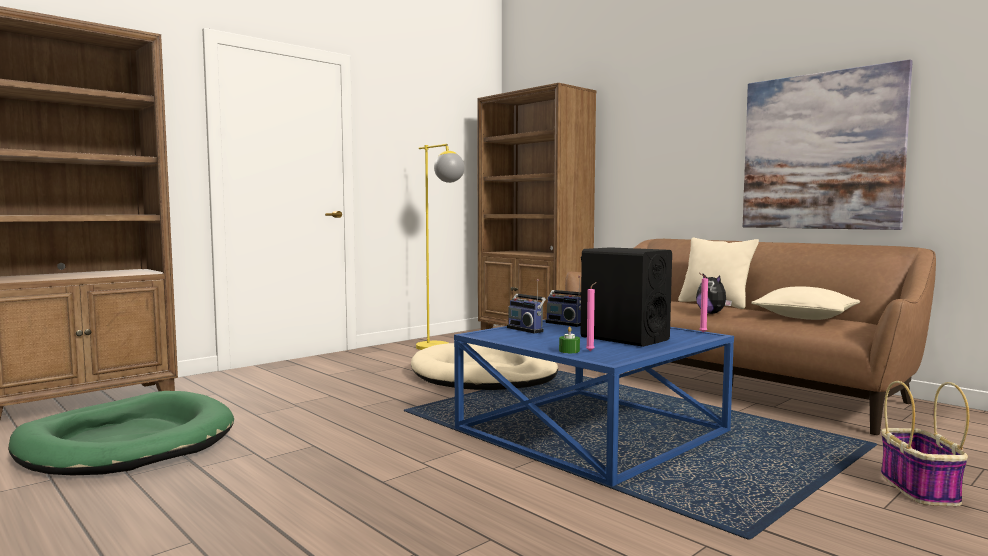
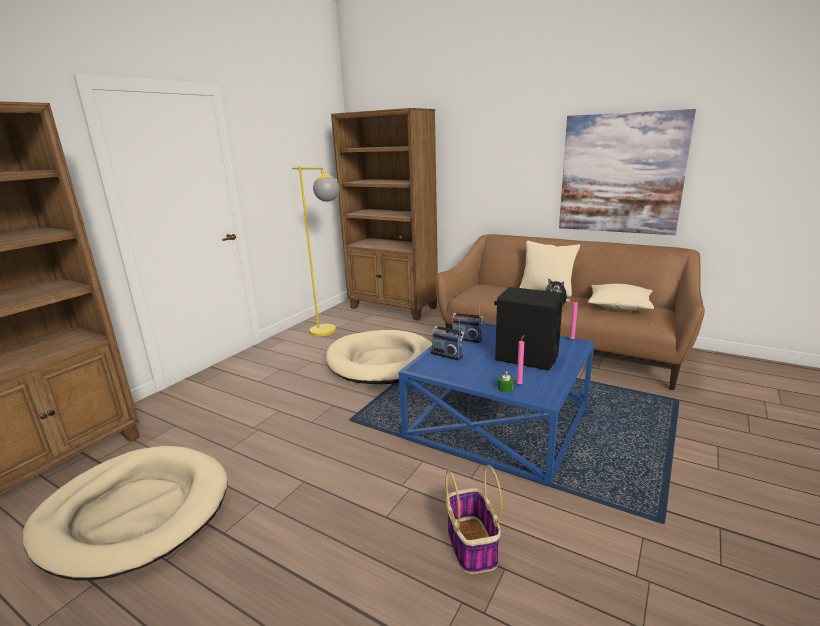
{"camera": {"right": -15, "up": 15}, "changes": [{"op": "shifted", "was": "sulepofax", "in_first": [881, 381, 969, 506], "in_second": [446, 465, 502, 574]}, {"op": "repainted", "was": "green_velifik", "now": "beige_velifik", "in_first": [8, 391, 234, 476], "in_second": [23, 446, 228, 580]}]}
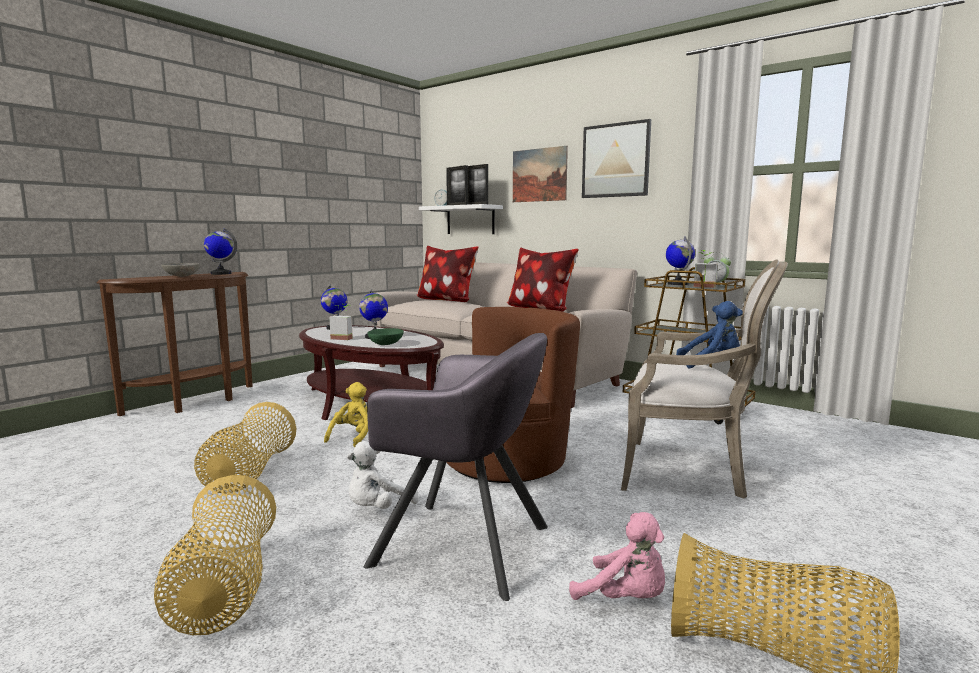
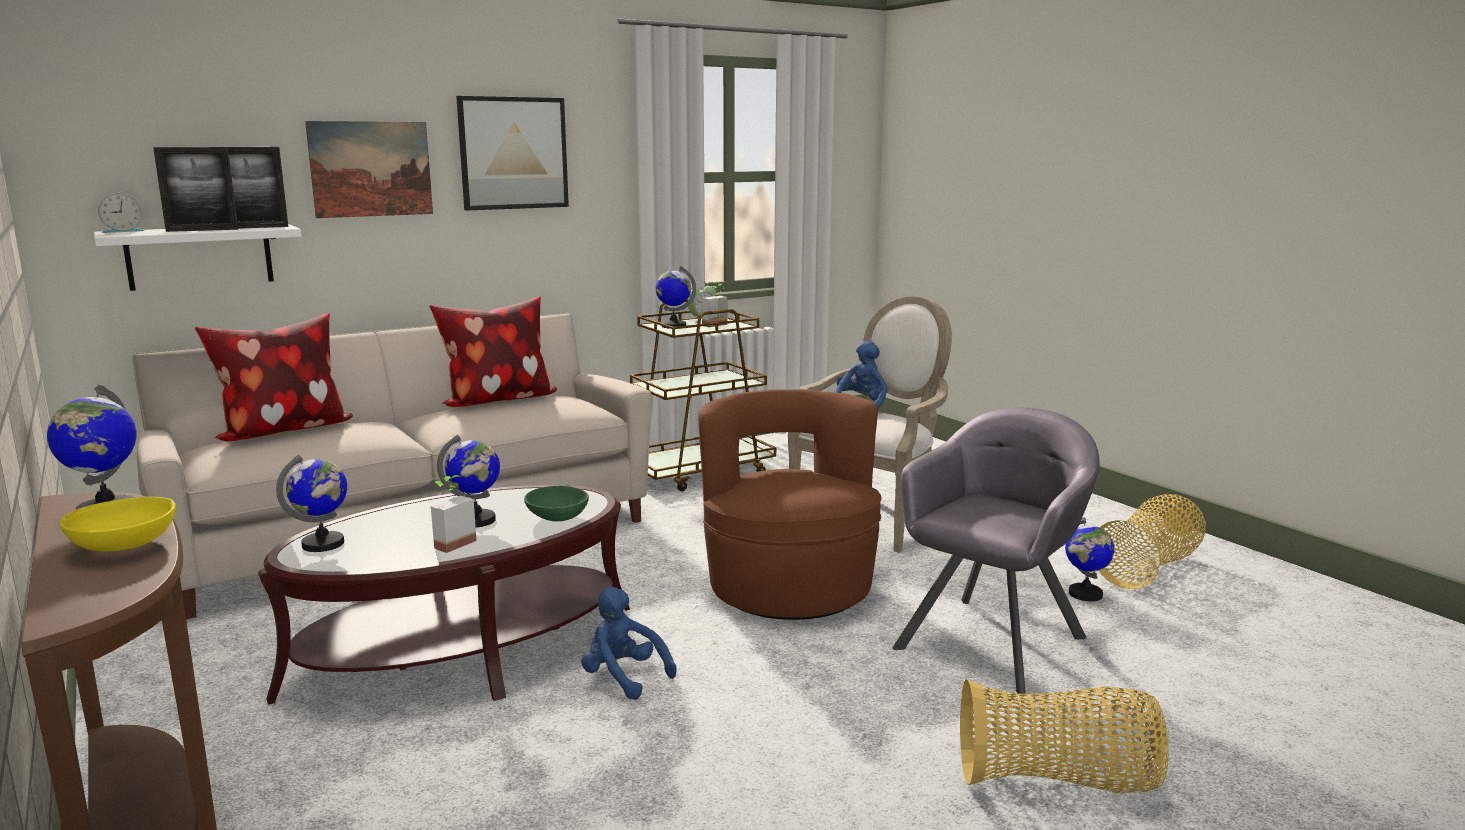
{"camera": {"right": -70, "up": 5}, "changes": [{"op": "repainted", "was": "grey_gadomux", "now": "yellow_gadomux", "in_first": [161, 263, 200, 277], "in_second": [59, 497, 176, 552]}, {"op": "repainted", "was": "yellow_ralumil", "now": "blue_ralumil", "in_first": [324, 382, 368, 448], "in_second": [581, 587, 677, 700]}, {"op": "gone", "was": "sulepofax", "in_first": [194, 402, 296, 494]}, {"op": "gone", "was": "white_ralumil", "in_first": [347, 441, 419, 509]}, {"op": "swapped", "was": "pink_ralumil", "now": "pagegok", "in_first": [569, 512, 665, 600], "in_second": [1065, 518, 1114, 601]}]}
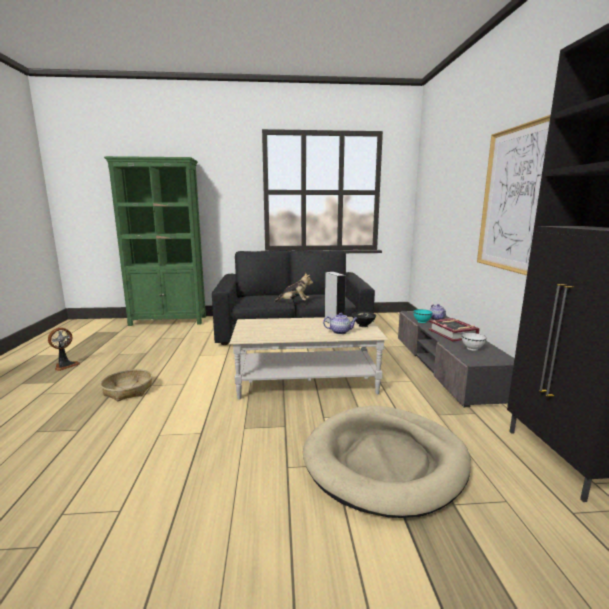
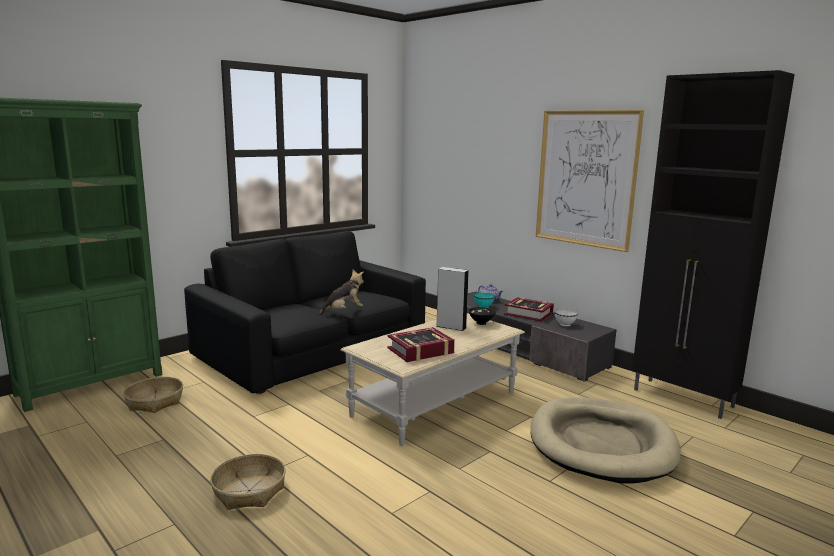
{"camera": {"right": -40, "up": 0}, "changes": [{"op": "gone", "was": "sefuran", "in_first": [323, 313, 357, 334]}, {"op": "gone", "was": "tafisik", "in_first": [48, 328, 80, 371]}, {"op": "new", "now": "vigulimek", "in_second": [387, 327, 455, 362]}, {"op": "new", "now": "sulepofax", "in_second": [123, 377, 183, 413]}]}
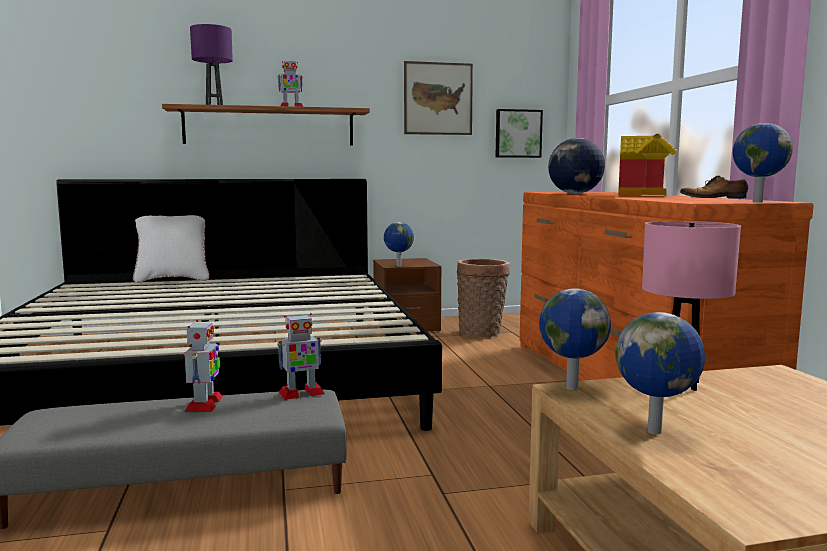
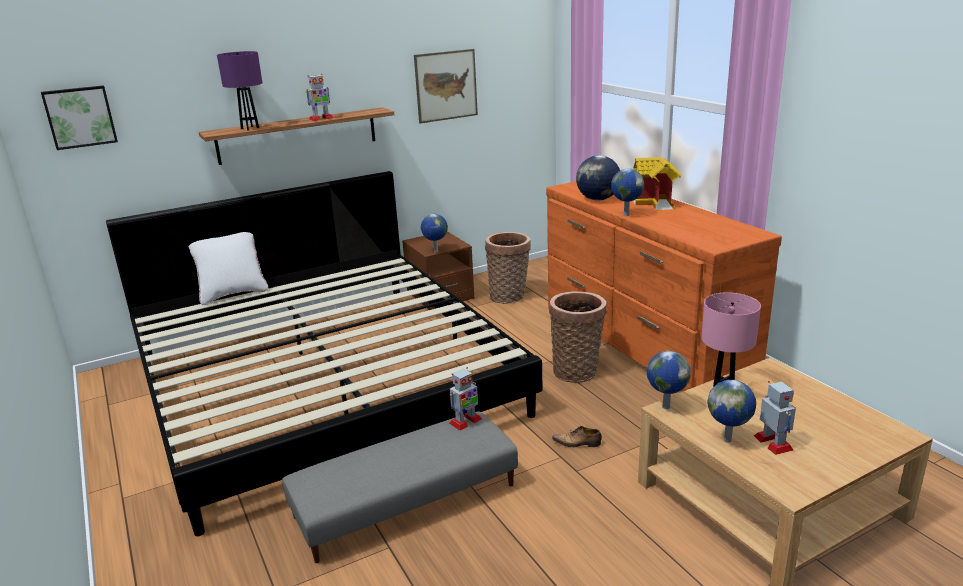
{"camera": {"right": -15, "up": 15}, "changes": [{"op": "shifted", "was": "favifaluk", "in_first": [496, 109, 543, 158], "in_second": [41, 85, 118, 150]}, {"op": "shifted", "was": "pagegok", "in_first": [733, 123, 793, 202], "in_second": [611, 169, 644, 216]}, {"op": "shifted", "was": "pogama", "in_first": [680, 175, 748, 199], "in_second": [552, 426, 602, 447]}, {"op": "shifted", "was": "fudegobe", "in_first": [184, 320, 223, 412], "in_second": [754, 381, 796, 455]}, {"op": "new", "now": "sulepofax", "in_second": [549, 291, 606, 383]}]}
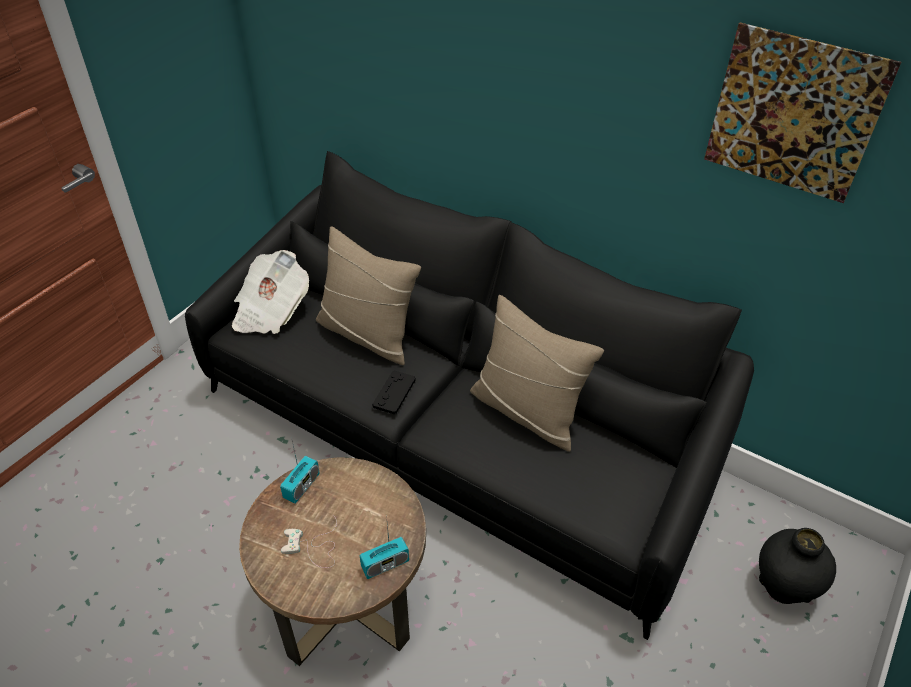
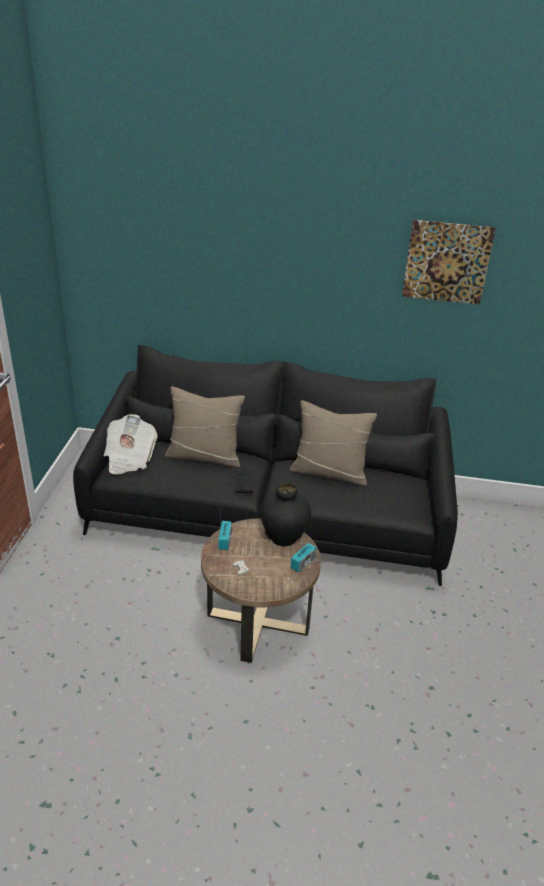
{"camera": {"right": -25, "up": -10}, "changes": [{"op": "shifted", "was": "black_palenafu", "in_first": [759, 528, 836, 604], "in_second": [261, 483, 311, 546]}]}
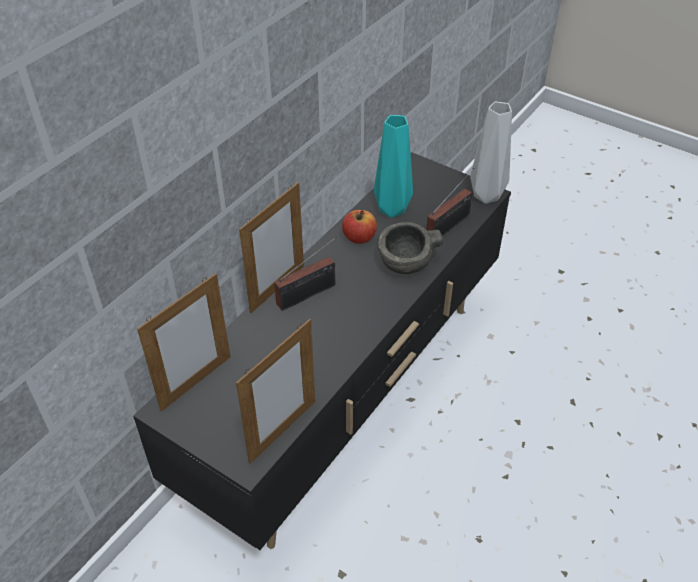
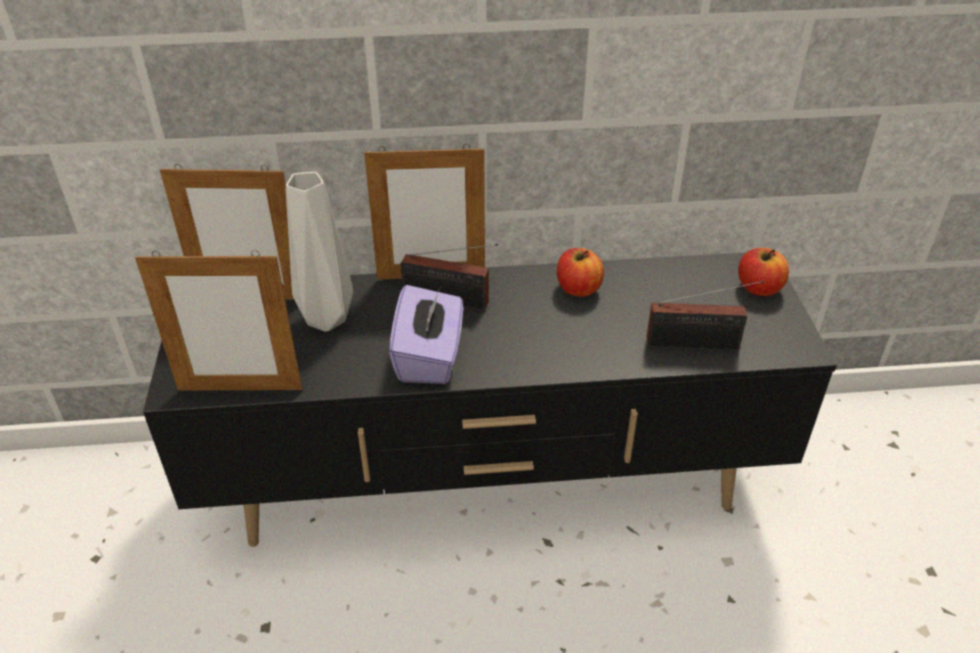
{"camera": {"right": 50, "up": -5}, "changes": [{"op": "shifted", "was": "grey_palenafu", "in_first": [470, 102, 512, 204], "in_second": [286, 172, 353, 332]}, {"op": "gone", "was": "turquoise_palenafu", "in_first": [374, 115, 413, 218]}, {"op": "gone", "was": "grey_gadomux", "in_first": [377, 222, 444, 274]}, {"op": "new", "now": "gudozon", "in_second": [738, 248, 789, 296]}, {"op": "new", "now": "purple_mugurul", "in_second": [389, 285, 463, 384]}]}
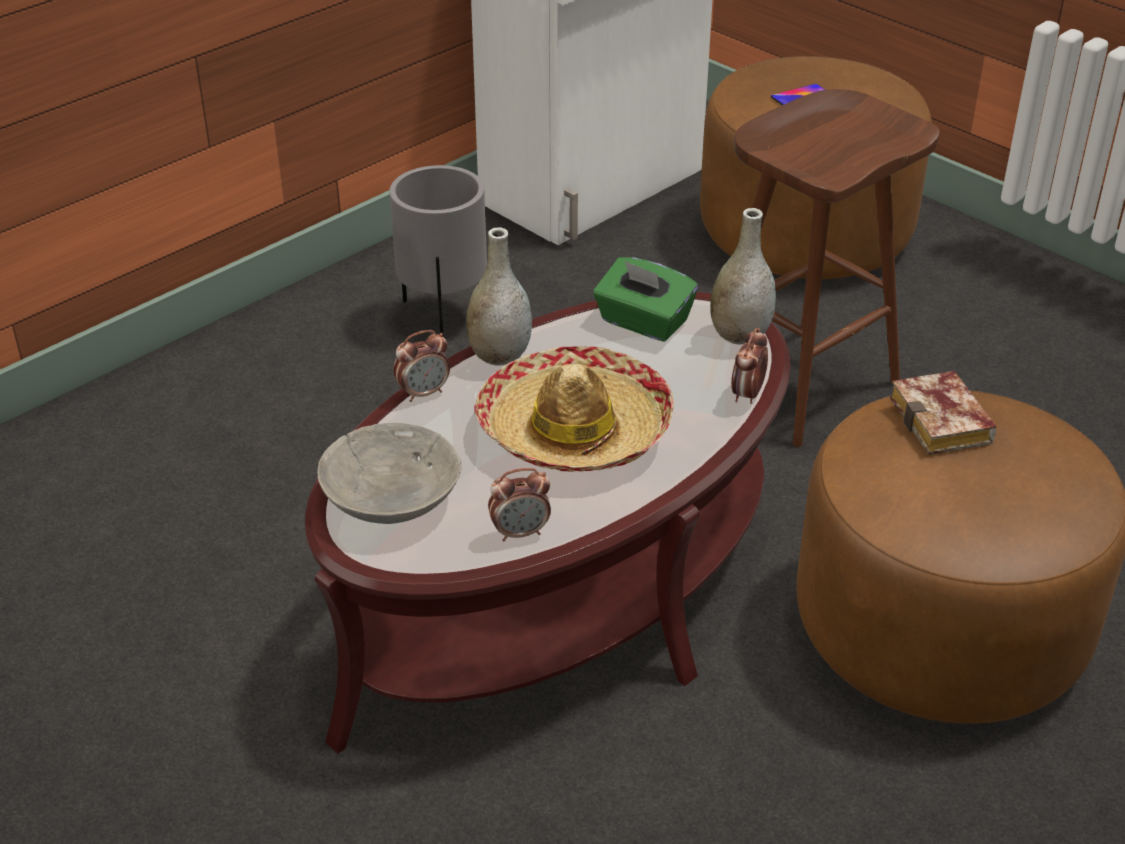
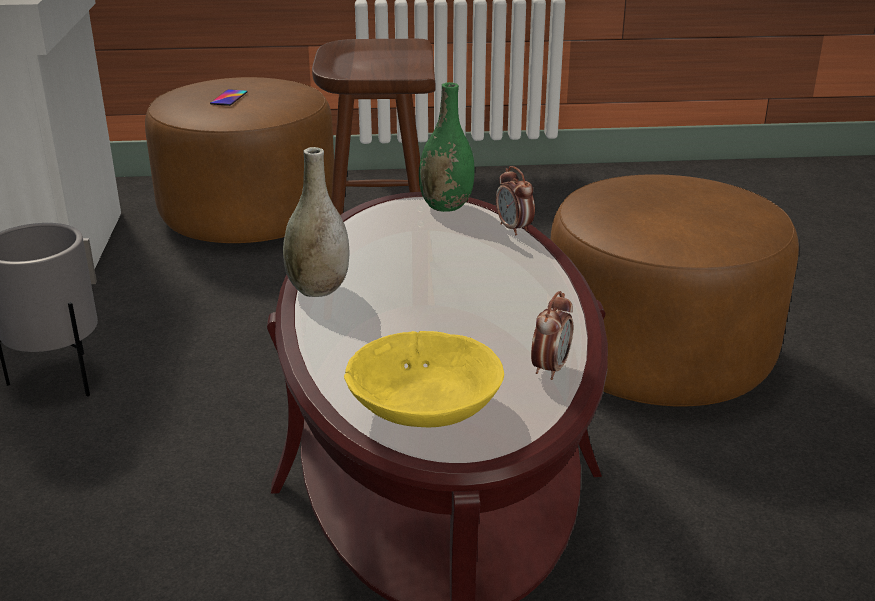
{"camera": {"right": -50, "up": -10}, "changes": [{"op": "repainted", "was": "grey_palenafu", "now": "green_palenafu", "in_first": [710, 208, 776, 345], "in_second": [419, 82, 475, 212]}, {"op": "gone", "was": "green_mugurul", "in_first": [593, 257, 698, 342]}, {"op": "gone", "was": "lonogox", "in_first": [393, 330, 450, 402]}, {"op": "gone", "was": "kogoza", "in_first": [474, 346, 674, 472]}, {"op": "gone", "was": "vigulimek", "in_first": [890, 371, 997, 455]}, {"op": "repainted", "was": "grey_gadomux", "now": "yellow_gadomux", "in_first": [318, 423, 461, 524], "in_second": [344, 331, 504, 427]}]}
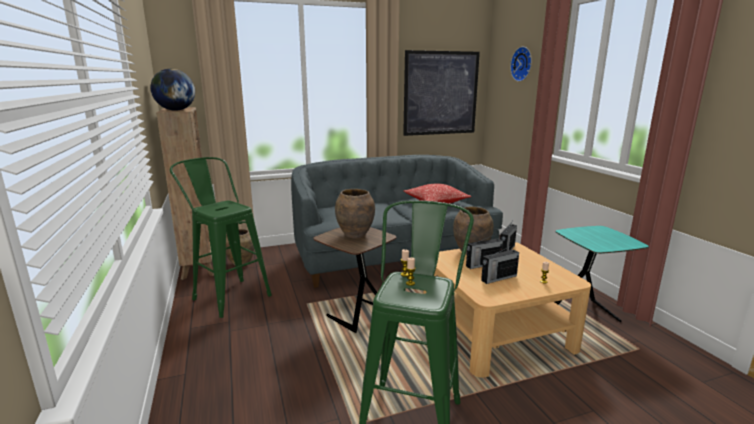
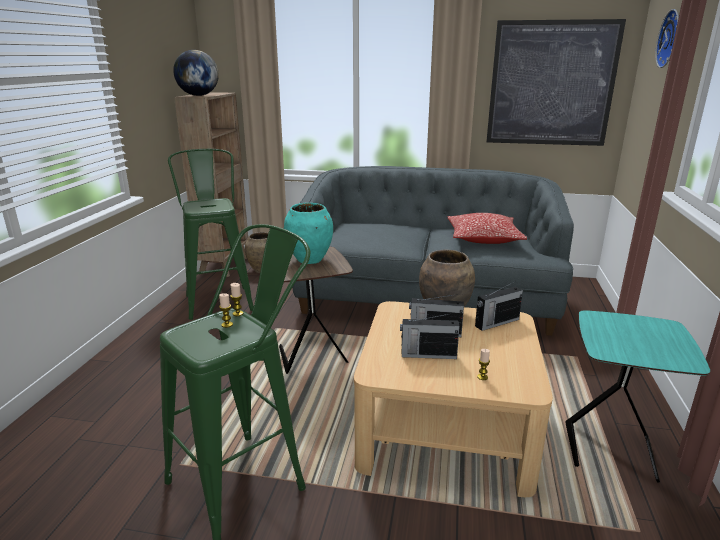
{"camera": {"right": 30, "up": 5}, "changes": [{"op": "repainted", "was": "brown_palenafu", "now": "turquoise_palenafu", "in_first": [335, 189, 375, 238], "in_second": [284, 203, 333, 264]}]}
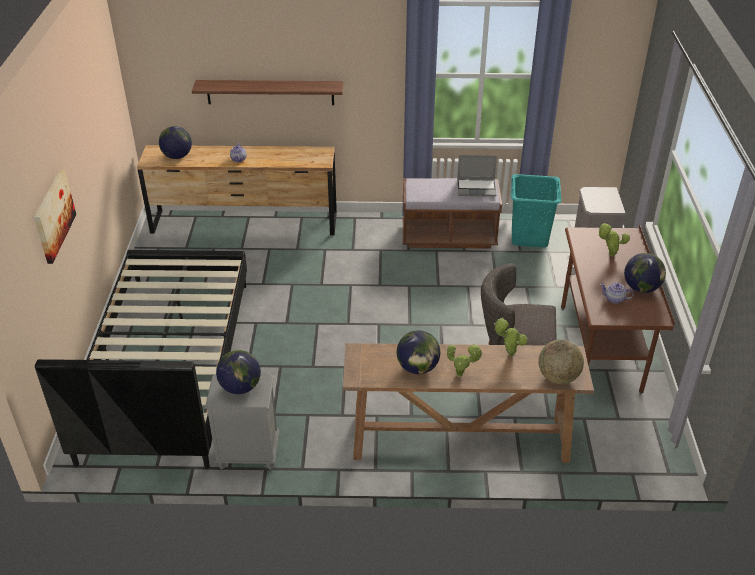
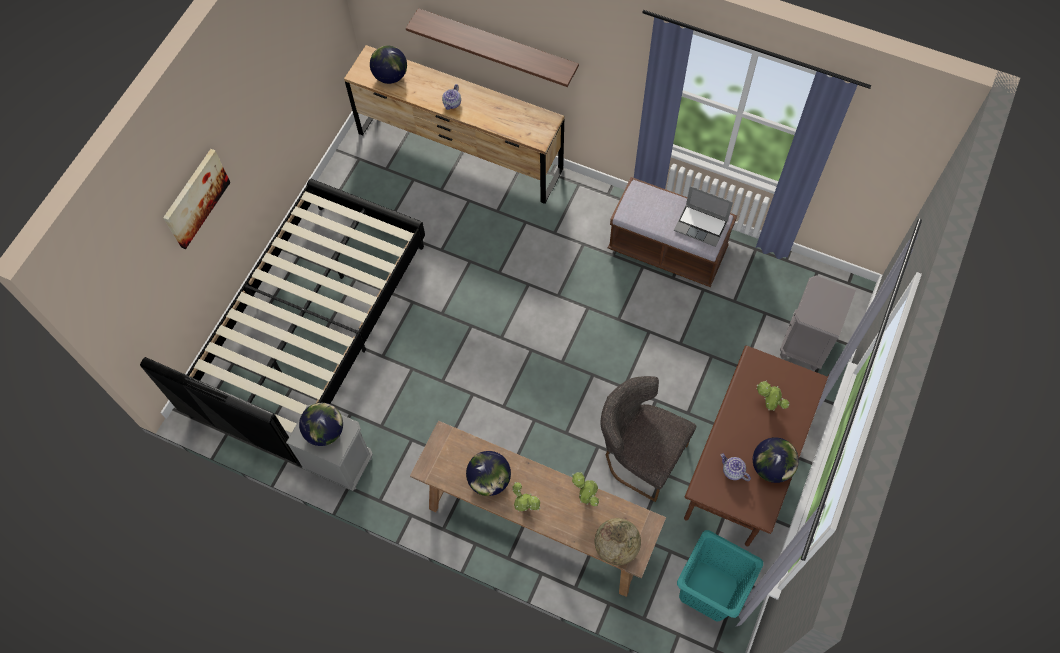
{"camera": {"right": 25, "up": 25}, "changes": [{"op": "shifted", "was": "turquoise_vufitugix", "in_first": [511, 174, 561, 248], "in_second": [677, 530, 763, 622]}]}
